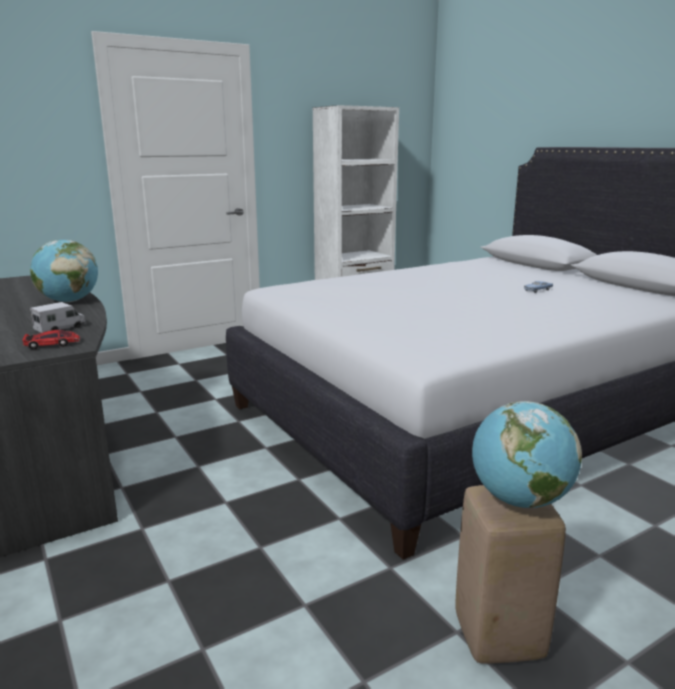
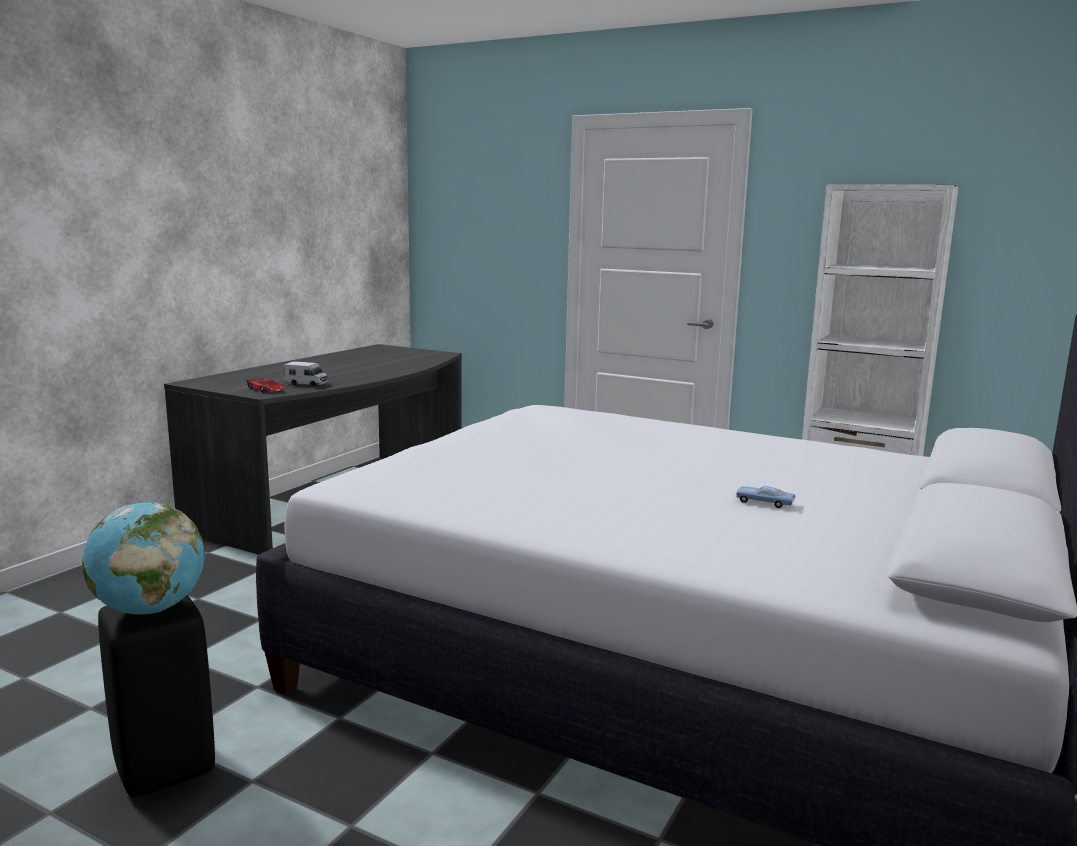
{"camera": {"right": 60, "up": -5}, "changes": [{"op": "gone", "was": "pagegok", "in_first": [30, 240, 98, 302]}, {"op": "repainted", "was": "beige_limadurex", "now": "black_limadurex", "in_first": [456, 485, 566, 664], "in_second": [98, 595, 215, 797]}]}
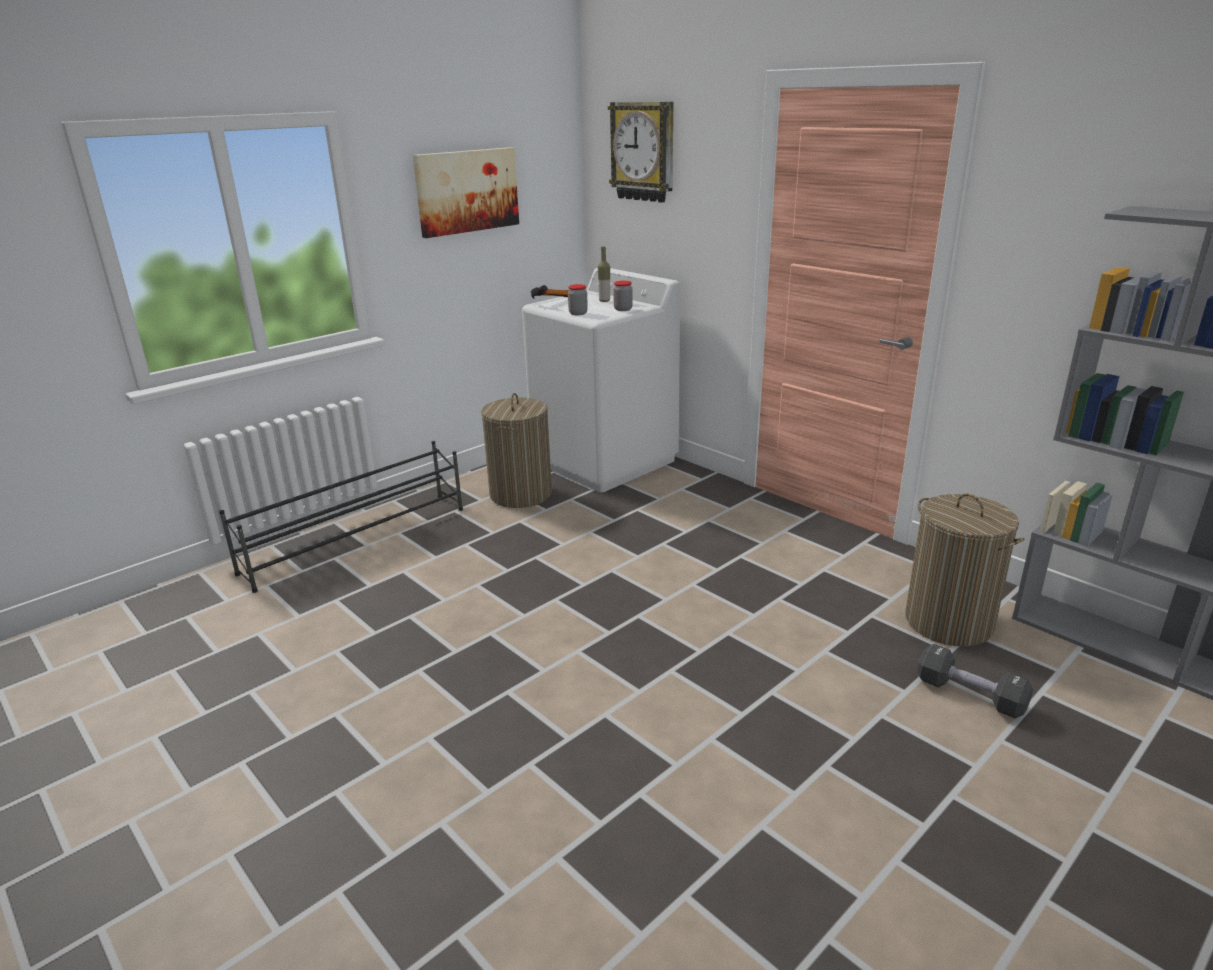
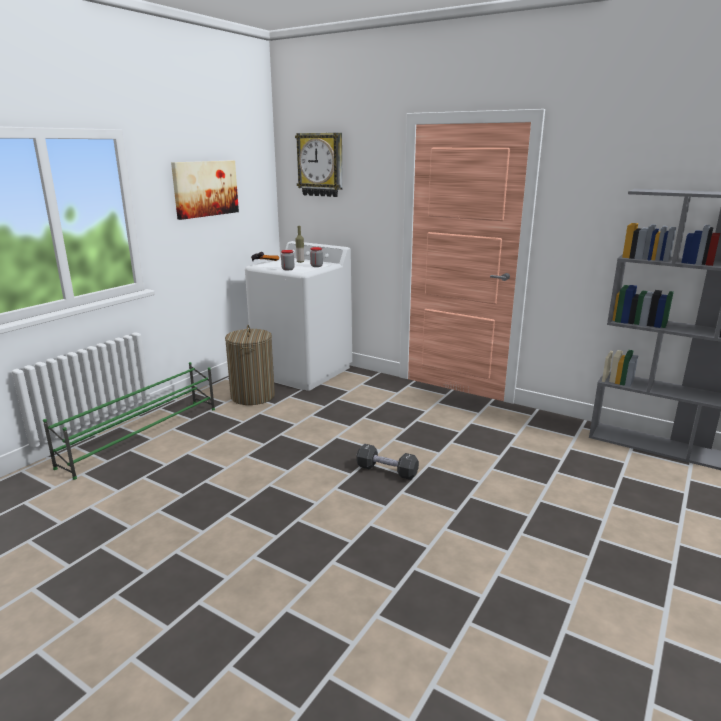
{"camera": {"right": -15, "up": -5}, "changes": [{"op": "repainted", "was": "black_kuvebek", "now": "green_kuvebek", "in_first": [219, 441, 463, 593], "in_second": [43, 362, 215, 480]}, {"op": "gone", "was": "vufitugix", "in_first": [905, 493, 1025, 646]}, {"op": "shifted", "was": "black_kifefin", "in_first": [917, 644, 1033, 719], "in_second": [356, 444, 419, 480]}]}
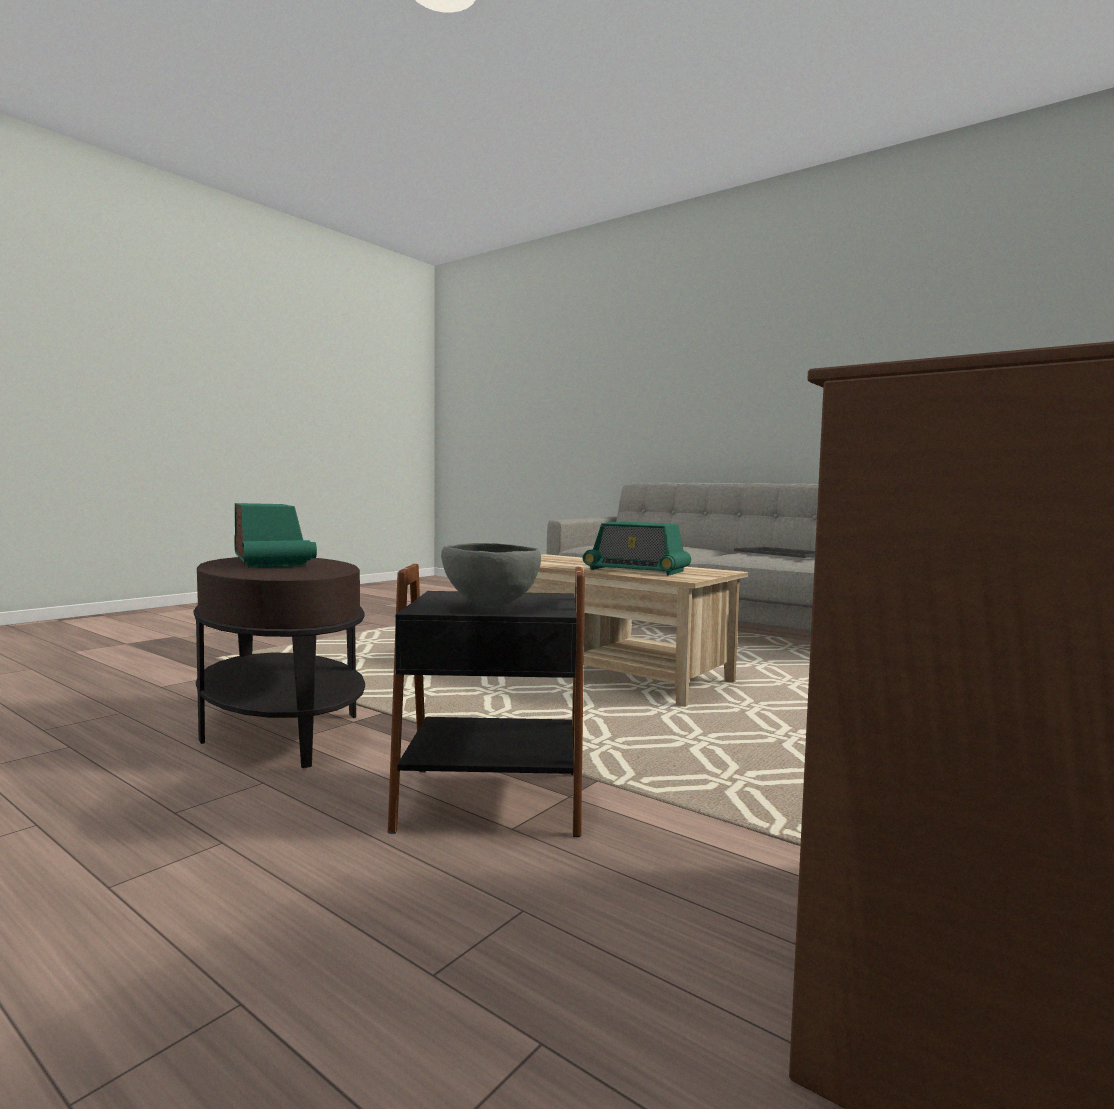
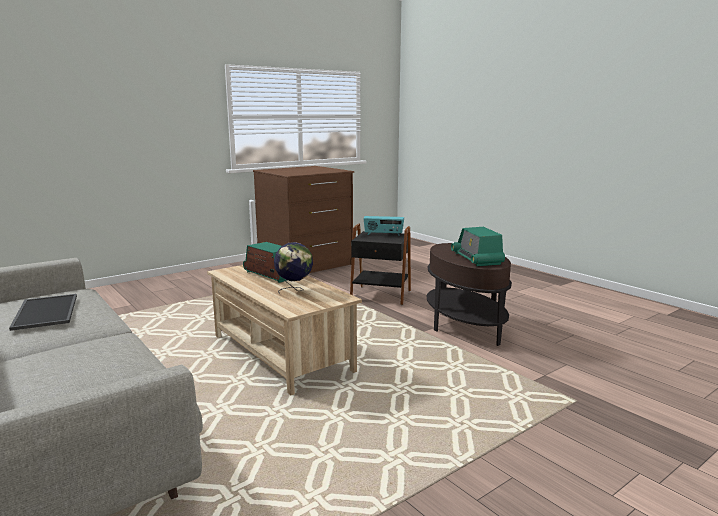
{"camera": {"right": -165, "up": 10}, "changes": [{"op": "swapped", "was": "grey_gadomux", "now": "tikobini", "in_first": [441, 543, 541, 608], "in_second": [364, 216, 404, 236]}, {"op": "new", "now": "pagegok", "in_second": [274, 242, 313, 292]}]}
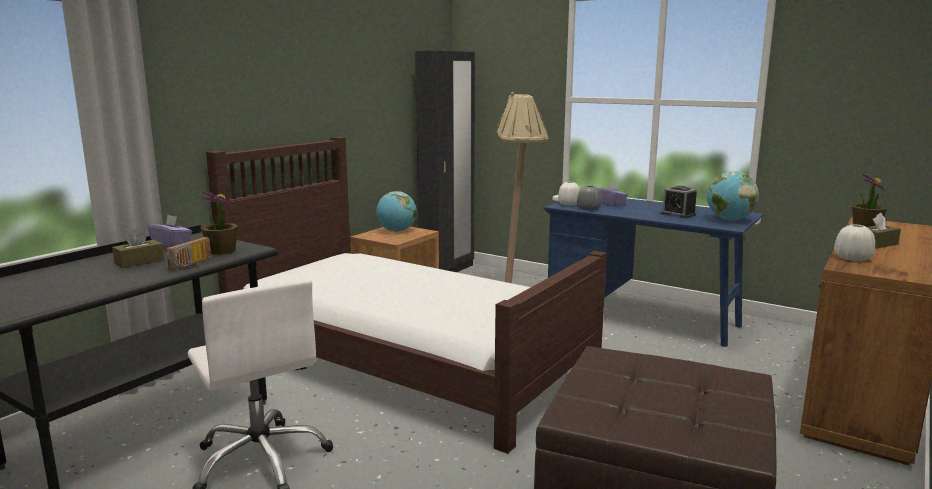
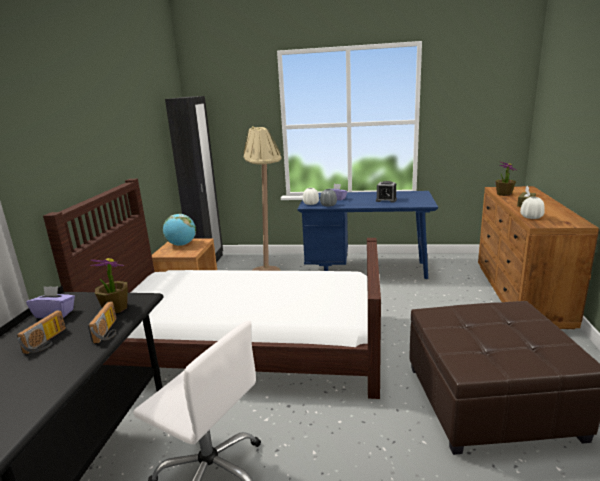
{"camera": {"right": -25, "up": 5}, "changes": [{"op": "gone", "was": "pagegok", "in_first": [707, 172, 759, 221]}, {"op": "swapped", "was": "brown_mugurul", "now": "tikobini", "in_first": [112, 229, 164, 268], "in_second": [17, 310, 66, 354]}]}
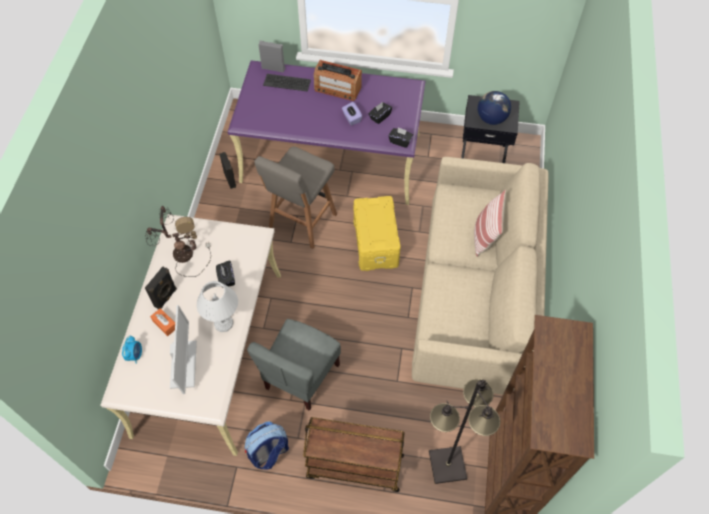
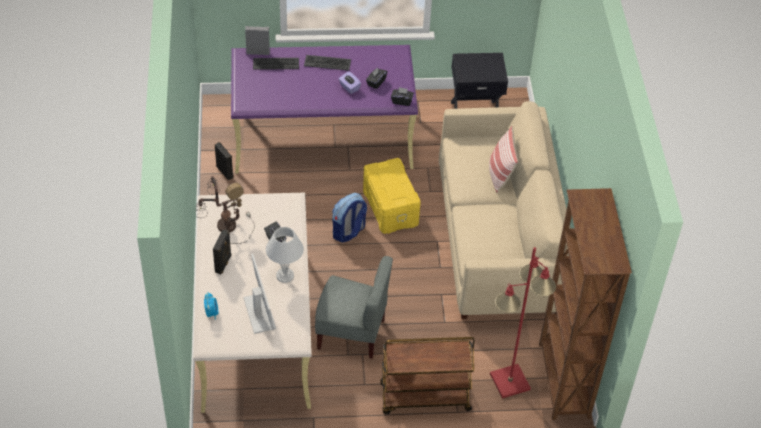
{"camera": {"right": -15, "up": -10}, "changes": [{"op": "swapped", "was": "tikobini", "now": "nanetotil", "in_first": [314, 60, 362, 101], "in_second": [304, 55, 351, 71]}, {"op": "gone", "was": "pagegok", "in_first": [478, 91, 511, 125]}, {"op": "gone", "was": "grey_limadurex", "in_first": [254, 146, 337, 249]}, {"op": "gone", "was": "orange_mugurul", "in_first": [150, 308, 175, 336]}, {"op": "rotated", "was": "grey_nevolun", "in_first": [247, 319, 341, 411], "in_second": [315, 256, 393, 359], "clockwise": -90}, {"op": "repainted", "was": "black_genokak", "now": "red_genokak", "in_first": [429, 379, 500, 484], "in_second": [490, 247, 556, 399]}, {"op": "shifted", "was": "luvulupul", "in_first": [245, 421, 289, 470], "in_second": [332, 193, 367, 243]}]}
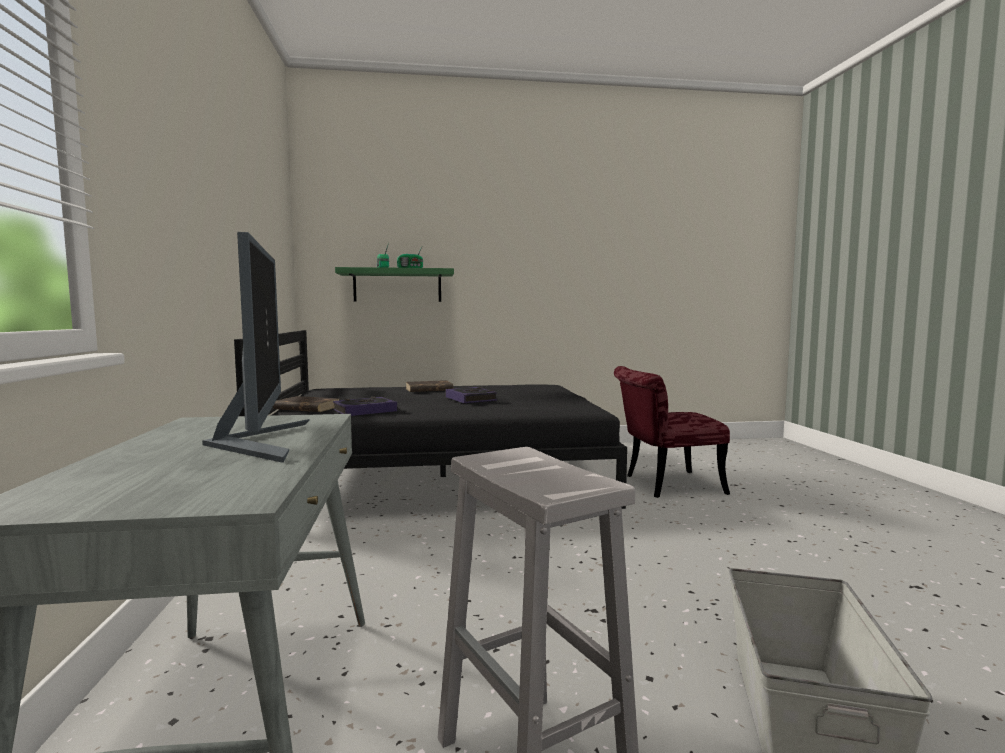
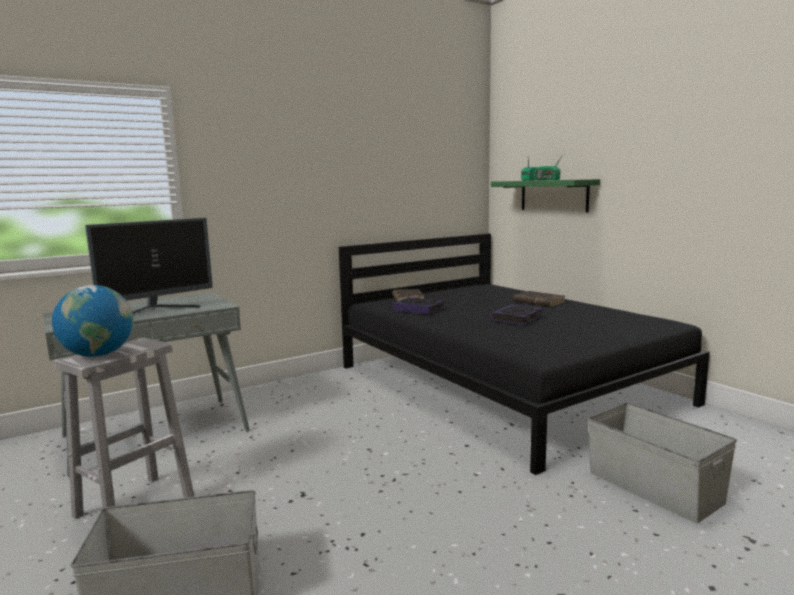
{"camera": {"right": 65, "up": 5}, "changes": [{"op": "swapped", "was": "red_nevolun", "now": "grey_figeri", "in_first": [614, 366, 730, 498], "in_second": [588, 403, 737, 523]}, {"op": "new", "now": "pagegok", "in_second": [52, 285, 133, 357]}]}
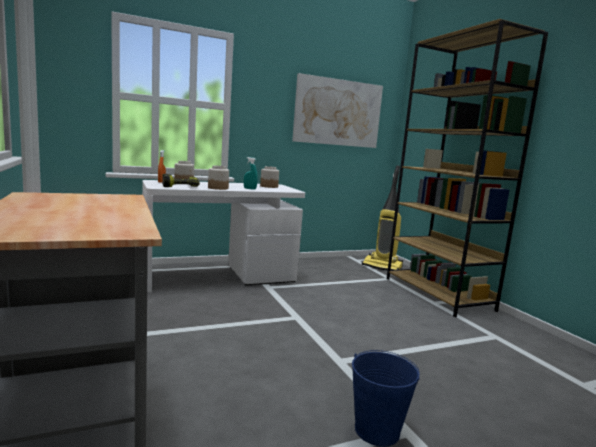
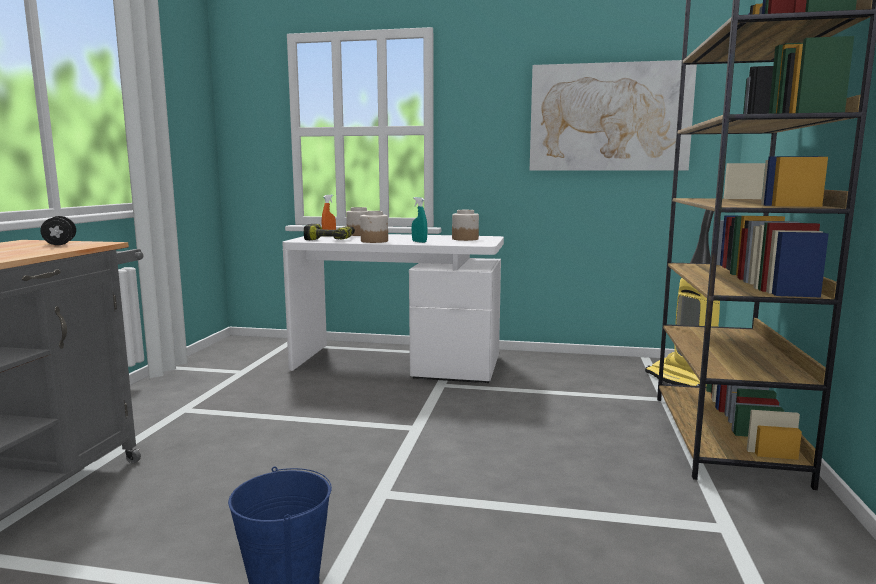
{"camera": {"right": 35, "up": 0}, "changes": [{"op": "new", "now": "black_kifefin", "in_second": [40, 216, 76, 245]}]}
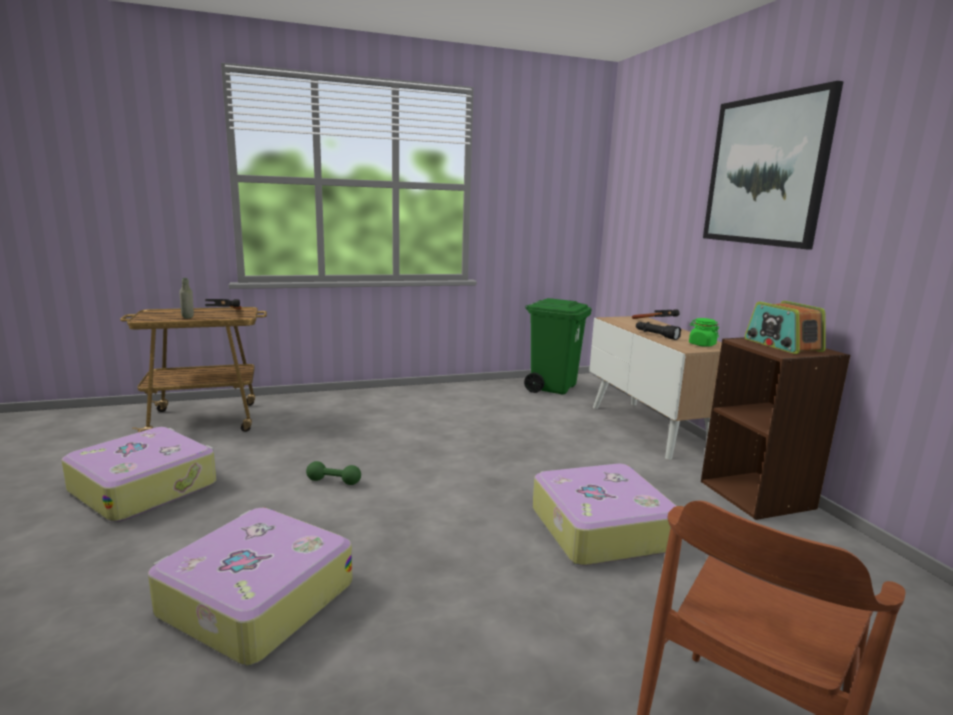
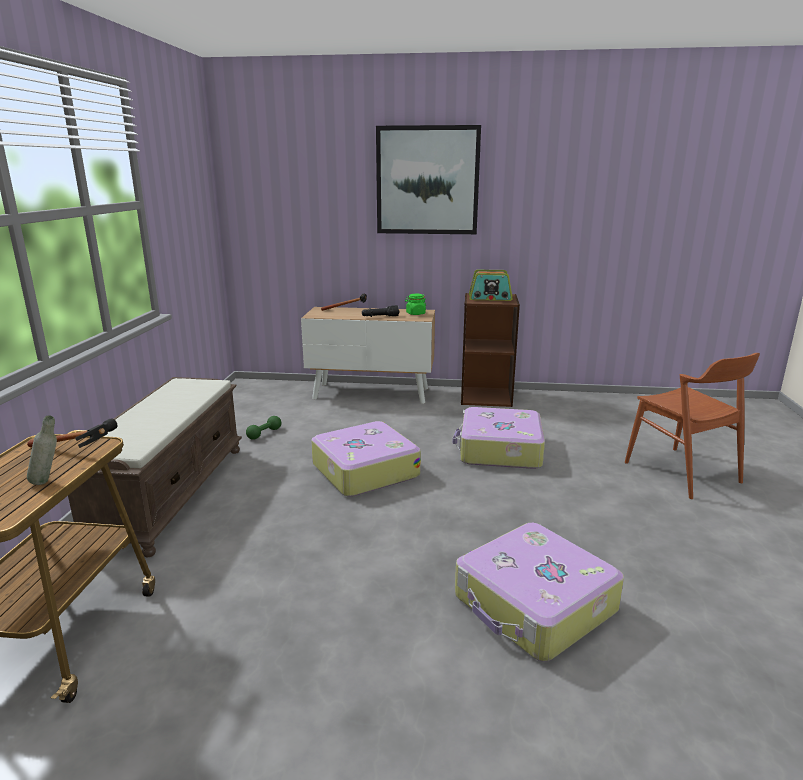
{"camera": {"right": -65, "up": 5}, "changes": [{"op": "gone", "was": "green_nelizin", "in_first": [524, 298, 592, 395]}, {"op": "shifted", "was": "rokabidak", "in_first": [61, 427, 216, 522], "in_second": [311, 421, 421, 497]}, {"op": "shifted", "was": "green_kifefin", "in_first": [306, 461, 361, 485], "in_second": [246, 416, 281, 440]}, {"op": "new", "now": "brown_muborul", "in_second": [68, 377, 242, 557]}]}
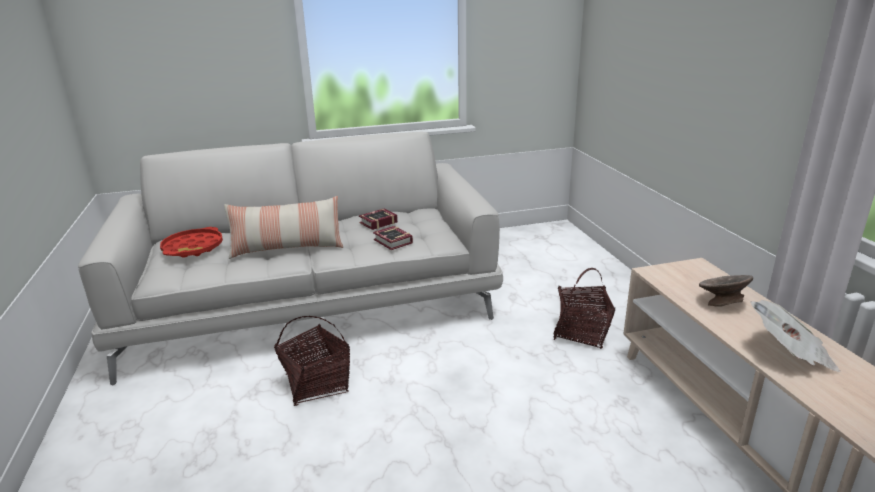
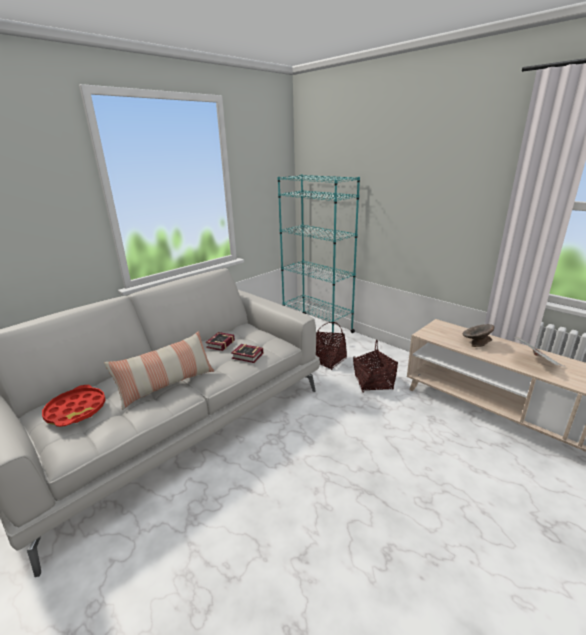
{"camera": {"right": -30, "up": 0}, "changes": [{"op": "shifted", "was": "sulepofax", "in_first": [274, 316, 350, 406], "in_second": [316, 322, 347, 370]}, {"op": "new", "now": "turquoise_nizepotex", "in_second": [277, 174, 360, 342]}]}
